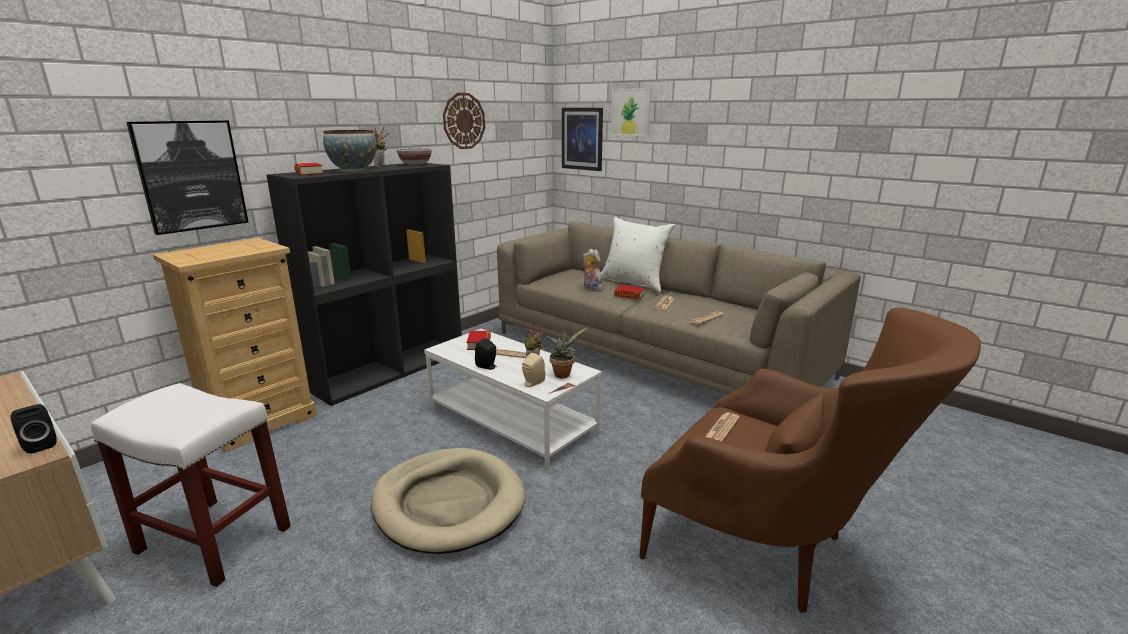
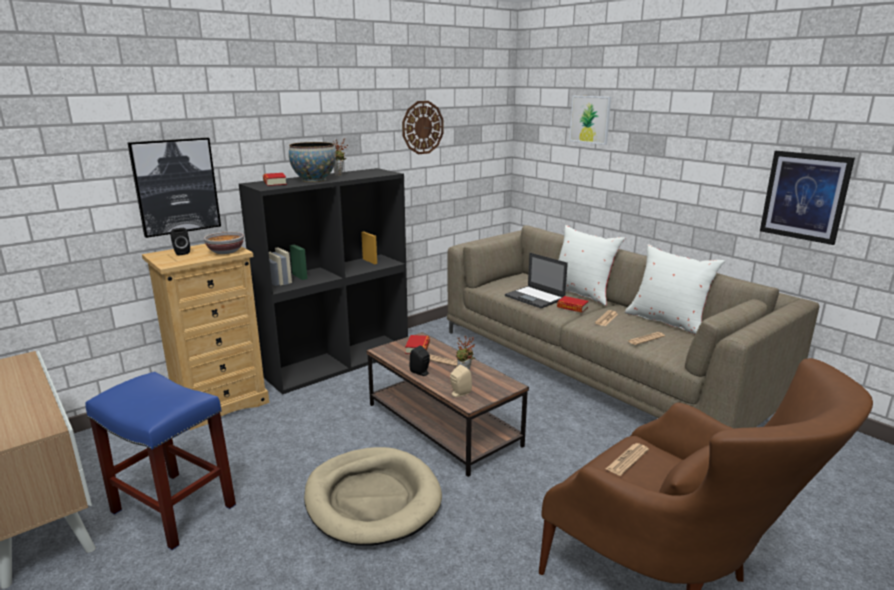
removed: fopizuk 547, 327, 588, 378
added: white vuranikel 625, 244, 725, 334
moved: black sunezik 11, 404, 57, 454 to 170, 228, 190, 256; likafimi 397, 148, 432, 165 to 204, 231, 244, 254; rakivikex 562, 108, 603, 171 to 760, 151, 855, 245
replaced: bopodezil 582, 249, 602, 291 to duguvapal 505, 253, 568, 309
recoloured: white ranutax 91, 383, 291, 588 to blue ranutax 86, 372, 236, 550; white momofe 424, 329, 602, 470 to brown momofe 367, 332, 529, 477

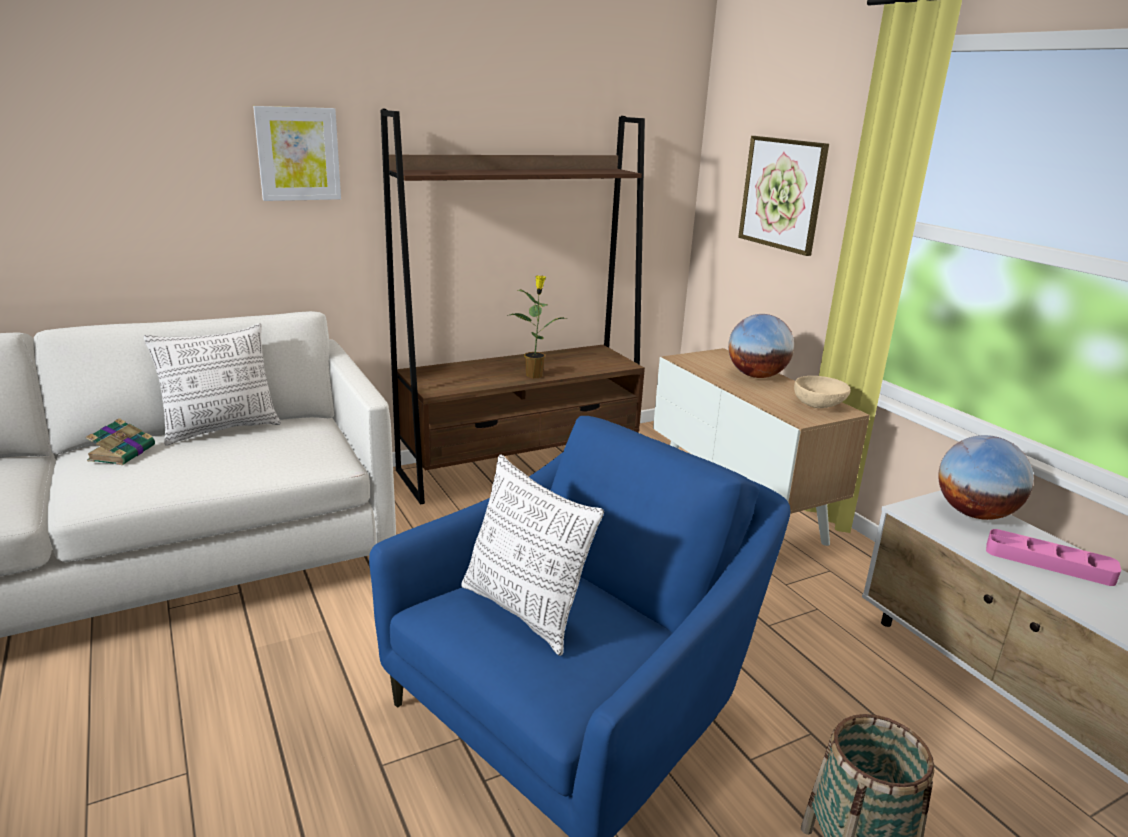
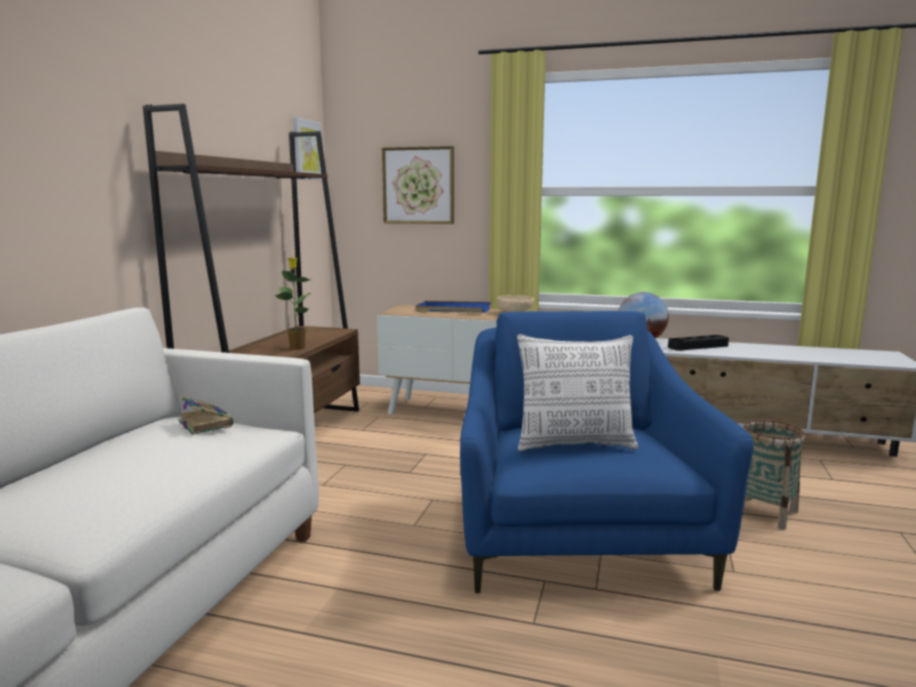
removed: vuranikel 144, 323, 281, 445
moved: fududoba 86, 418, 155, 465 to 179, 396, 234, 435; rakivikex 253, 106, 341, 201 to 293, 117, 322, 180
replaced: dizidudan 728, 314, 794, 378 to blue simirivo 415, 301, 491, 313
recoloured: pink simirivo 986, 529, 1121, 586 to black simirivo 668, 335, 729, 351

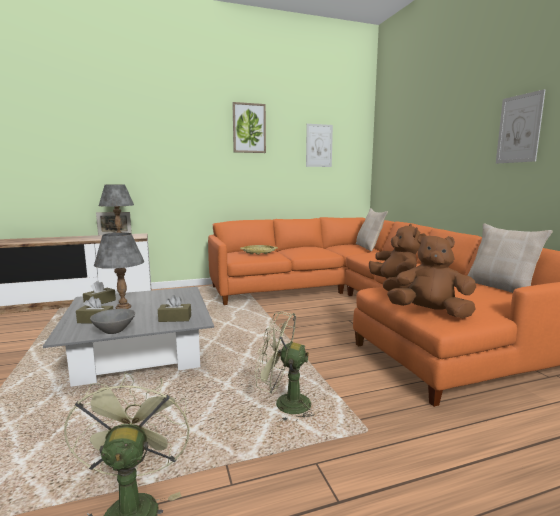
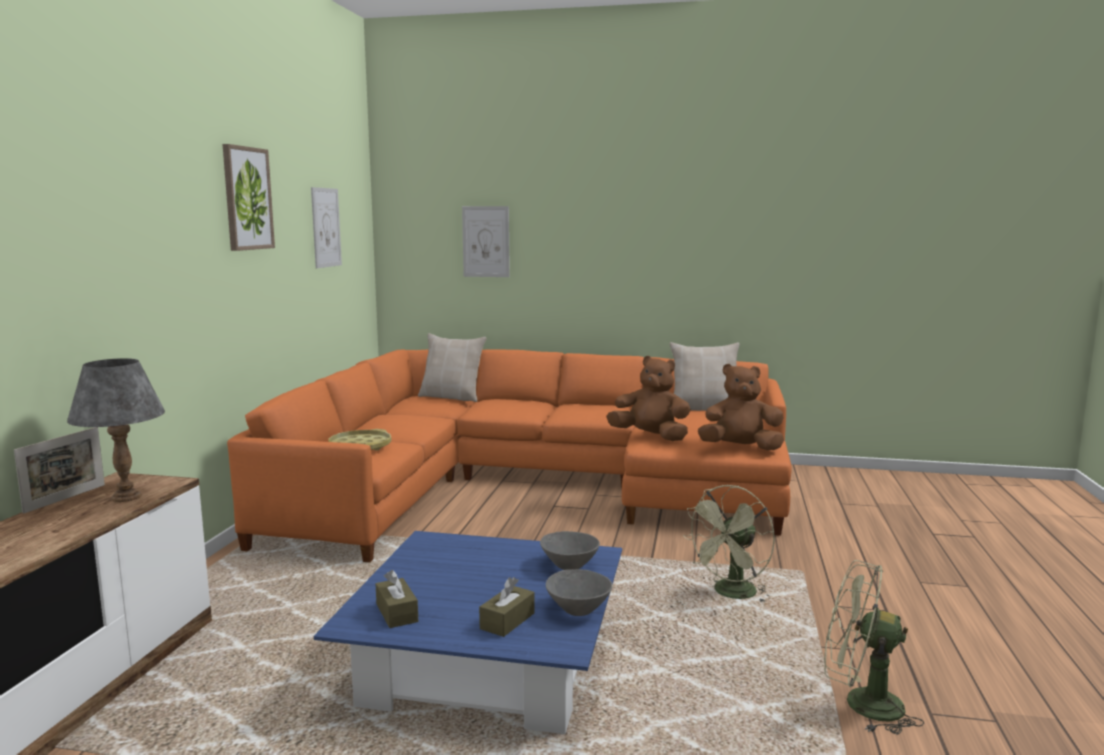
removed: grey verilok 94, 233, 144, 309
moved: rakivikex 496, 89, 546, 164 to 462, 206, 510, 277
replaced: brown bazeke 158, 295, 191, 322 to grey likafimi 540, 531, 600, 570
recoloured: grey momofe 43, 287, 214, 387 to blue momofe 314, 531, 622, 734
turned: brown bopodezil 387, 233, 476, 318 = 698, 364, 784, 450 45 degrees clockwise

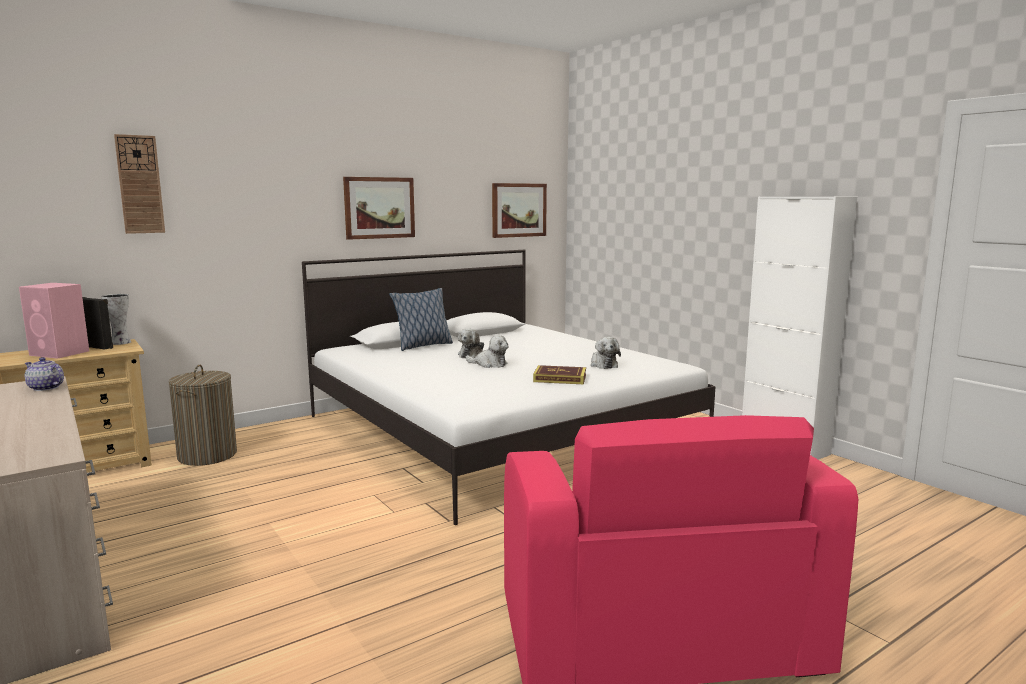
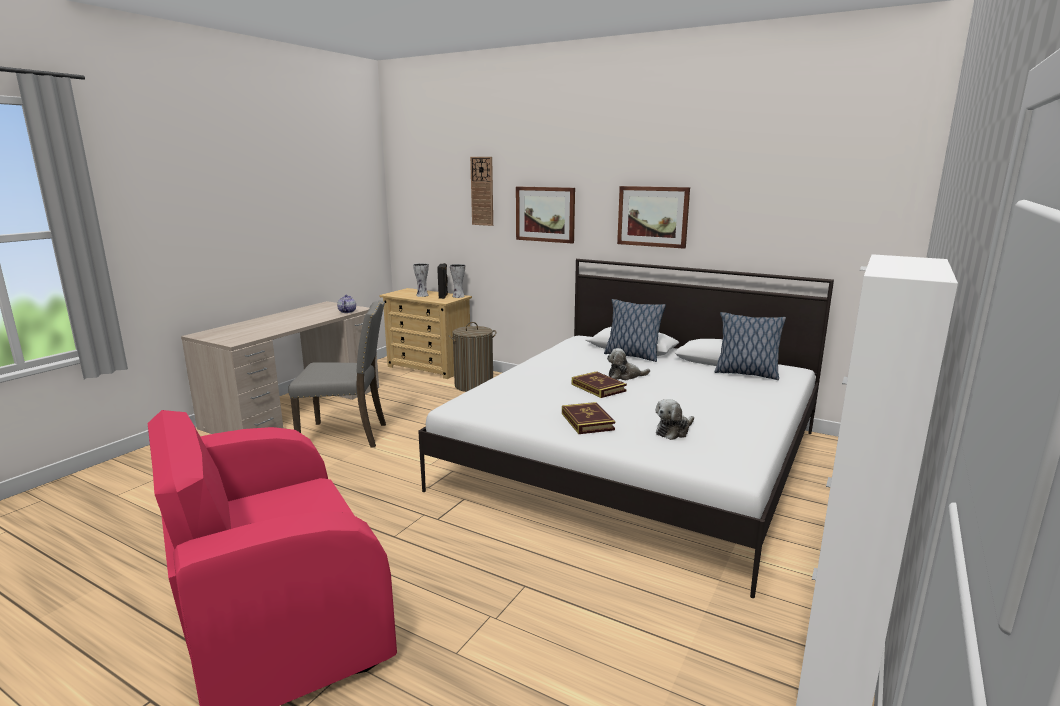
added: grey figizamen 288, 300, 386, 448; vuranikel 715, 312, 786, 380
moved: rakivikex 492, 183, 547, 238 to 516, 187, 575, 243
replaced: pink sunezik 19, 283, 89, 359 to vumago 413, 263, 429, 297; bopodezil 466, 335, 508, 368 to fududoba 572, 371, 627, 398

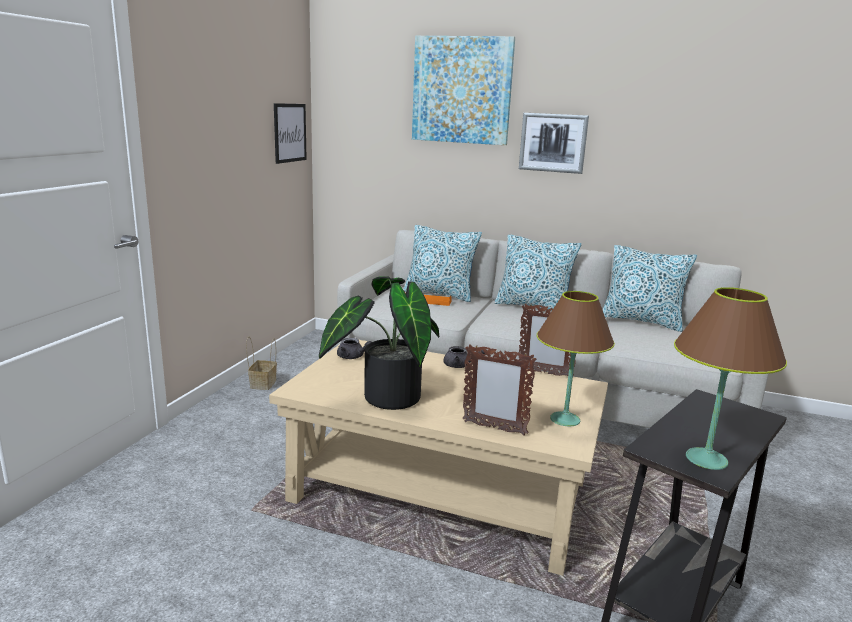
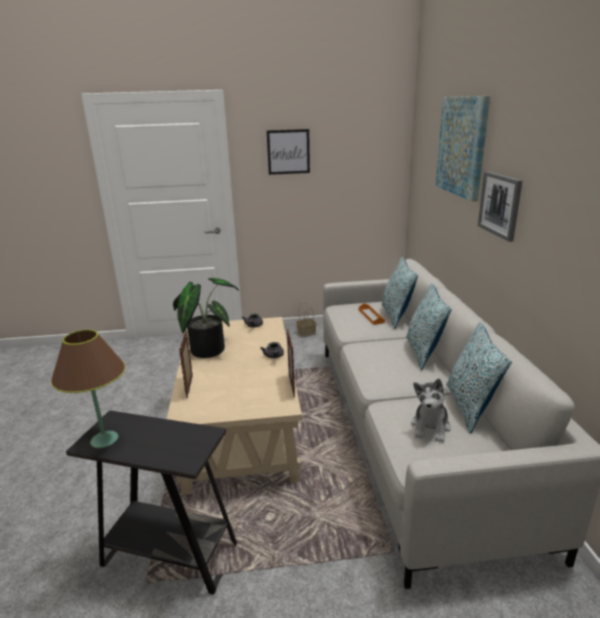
removed: brown verilok 537, 291, 615, 426
added: bopodezil 411, 379, 451, 442
moved: rakivikex 274, 103, 307, 164 to 267, 129, 310, 175

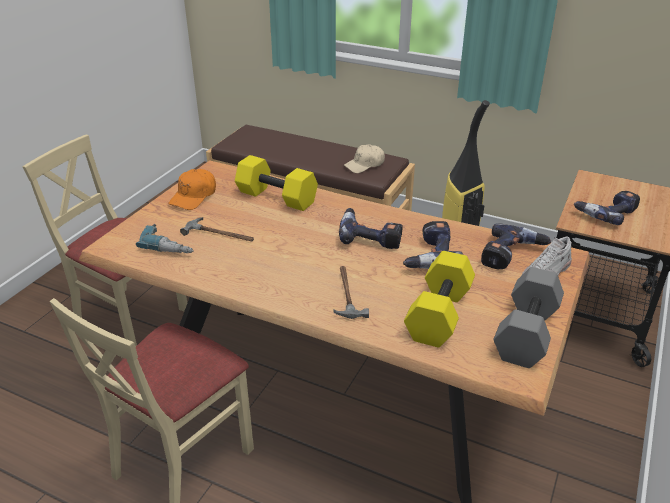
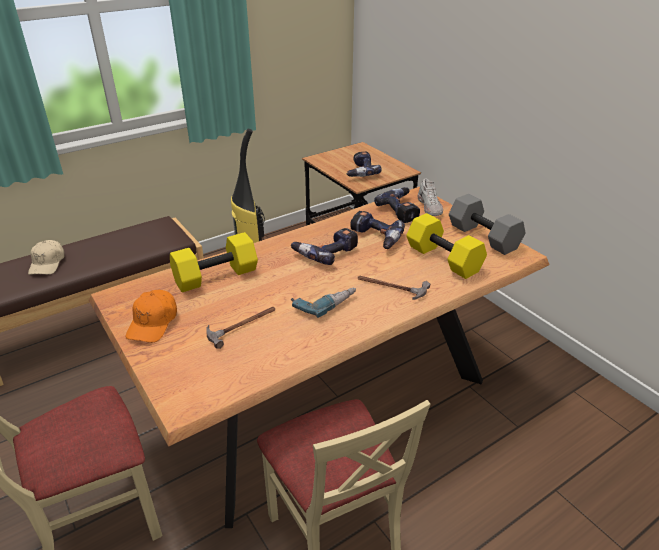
moved: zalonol 136, 224, 194, 253 to 291, 287, 356, 318; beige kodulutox 344, 144, 385, 173 to 28, 240, 65, 275
turned: orange kodulutox 168, 169, 216, 210 = 126, 290, 177, 343 45 degrees clockwise

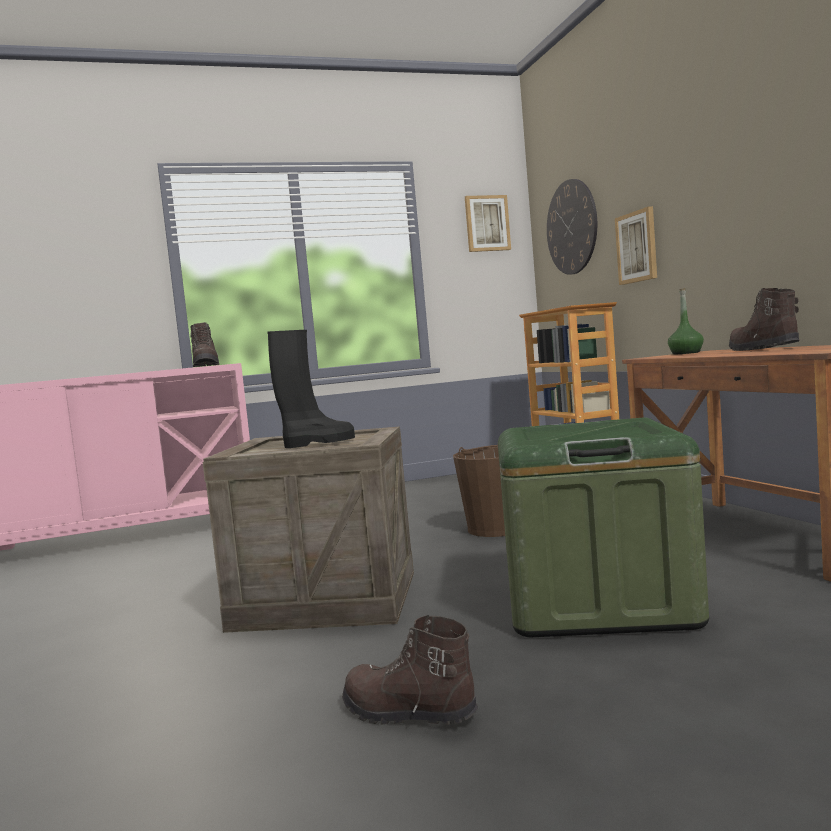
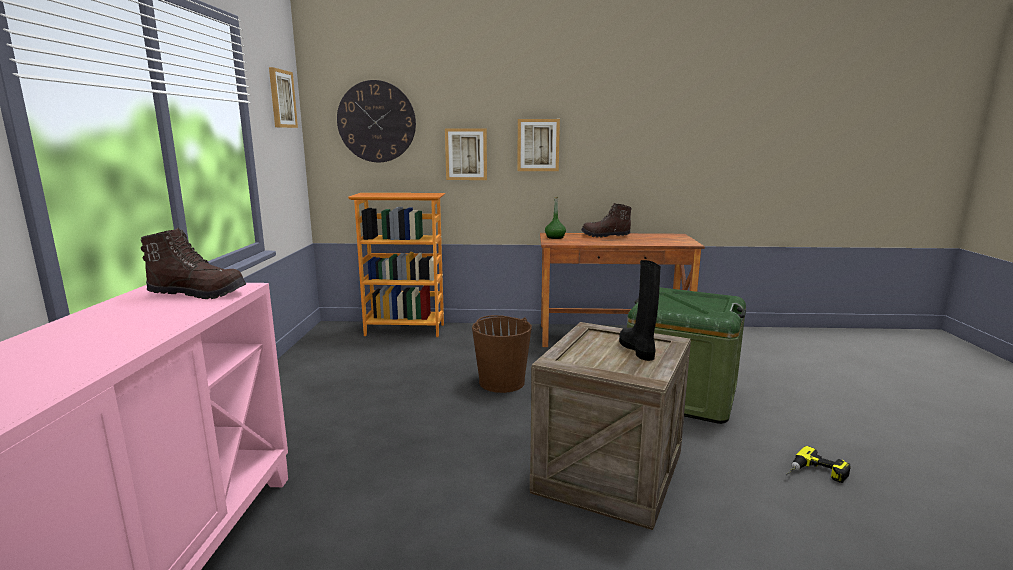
added: rakivikex 517, 119, 560, 171
replaced: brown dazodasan 342, 615, 478, 725 to zalonol 785, 446, 850, 483

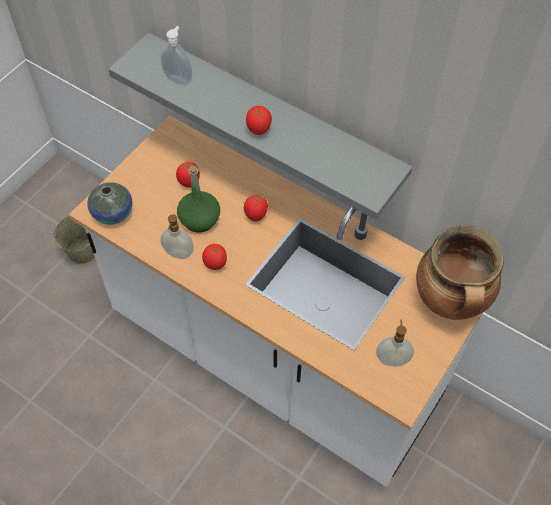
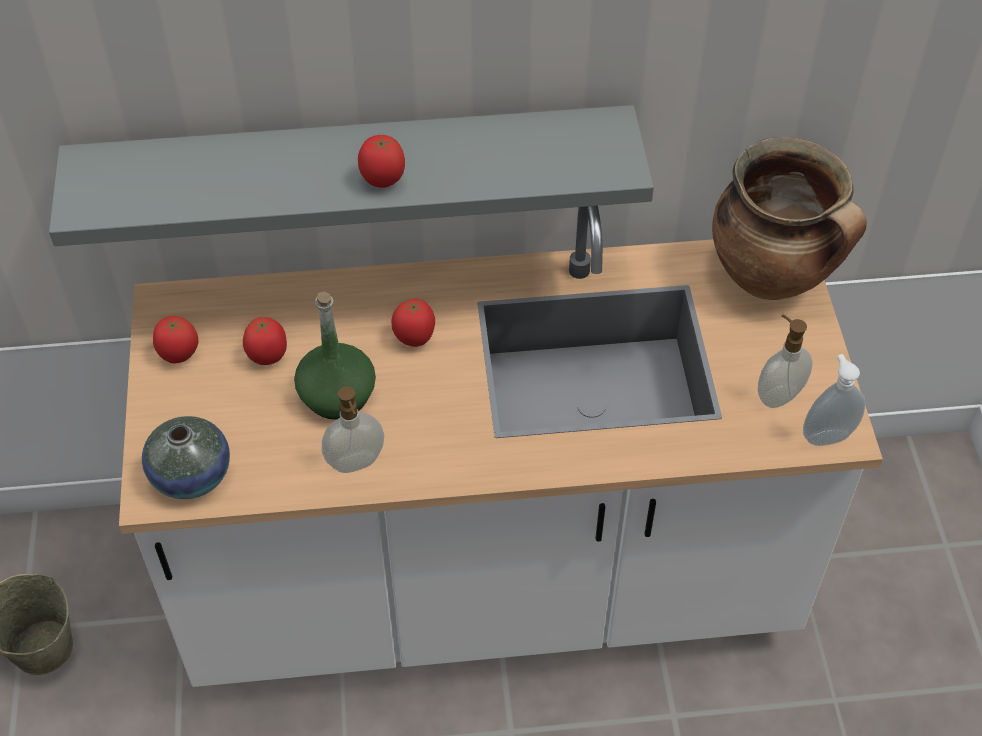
moved: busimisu 161, 26, 193, 85 to 803, 354, 865, 446; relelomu 202, 244, 227, 270 to 153, 316, 198, 363

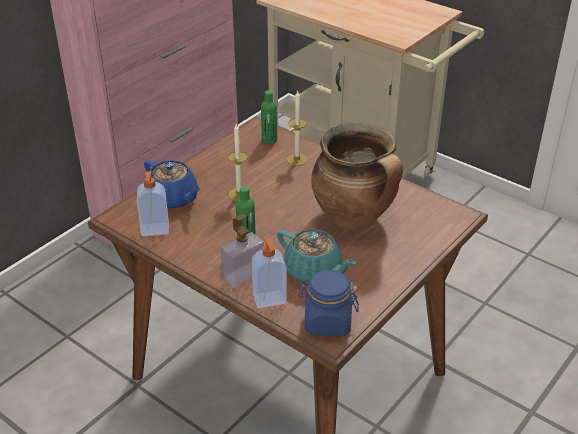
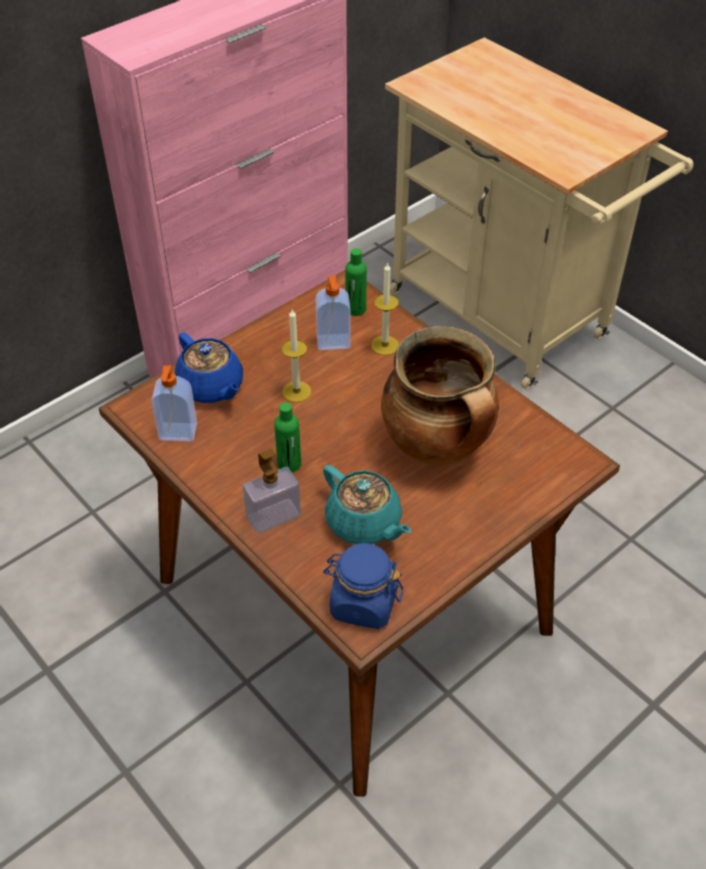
moved: busimisu 252, 238, 287, 308 to 315, 276, 351, 350

